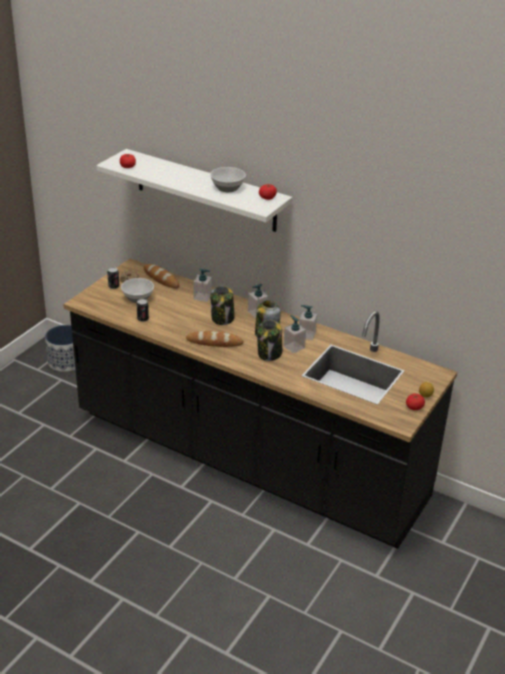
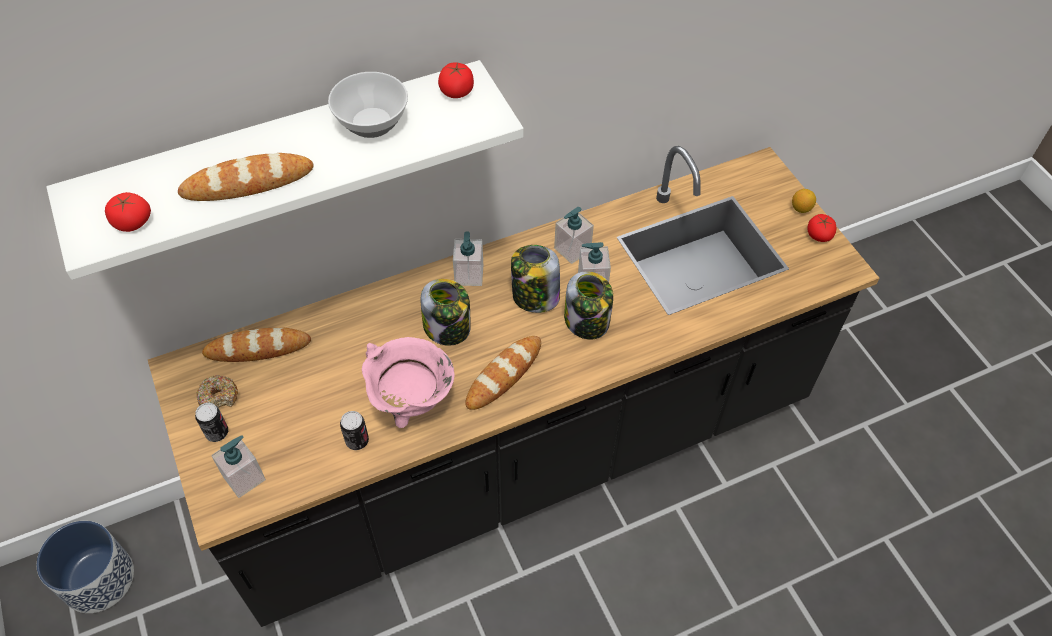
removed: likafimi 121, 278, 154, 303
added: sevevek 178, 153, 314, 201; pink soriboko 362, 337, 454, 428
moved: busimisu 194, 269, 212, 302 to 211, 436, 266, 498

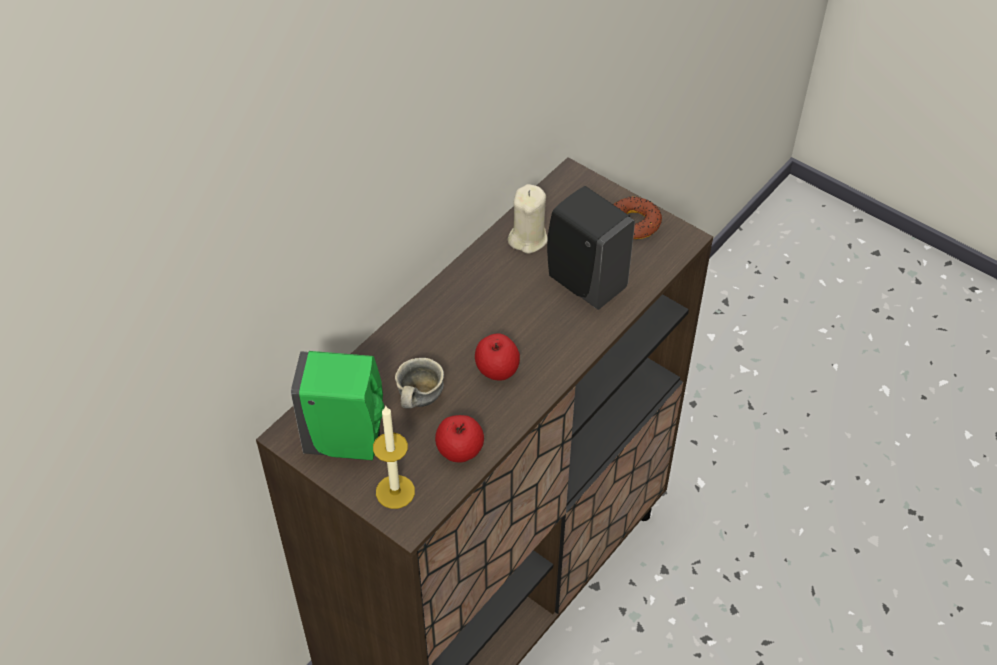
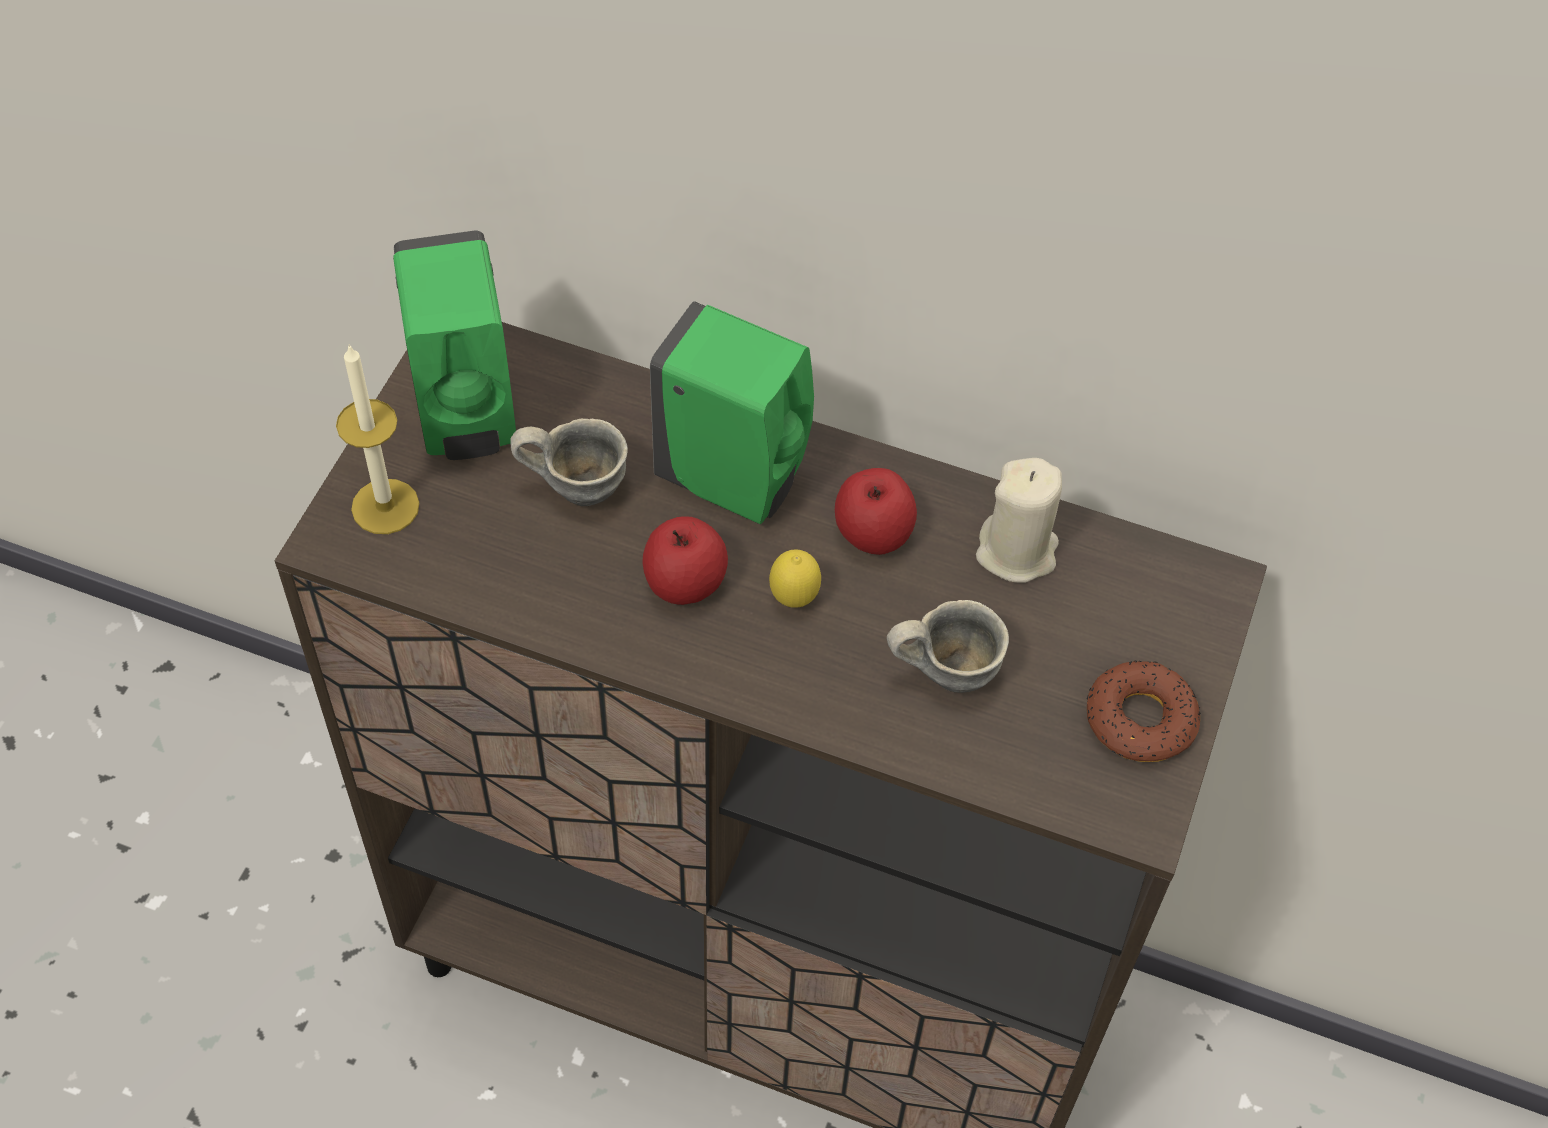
added: green busimisu 650, 301, 814, 524; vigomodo 769, 549, 821, 608
moved: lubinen 435, 415, 484, 463 to 835, 468, 917, 555
replaced: black busimisu 547, 186, 635, 310 to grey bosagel 887, 600, 1009, 693

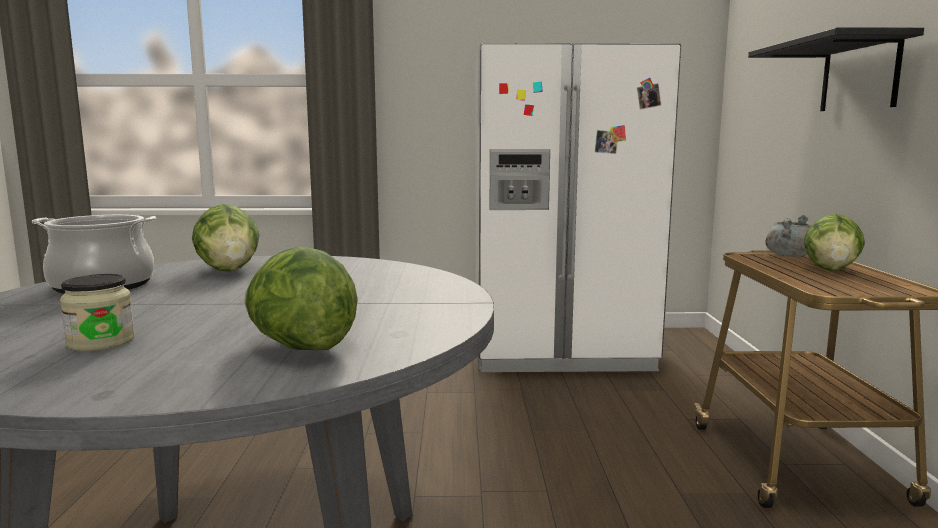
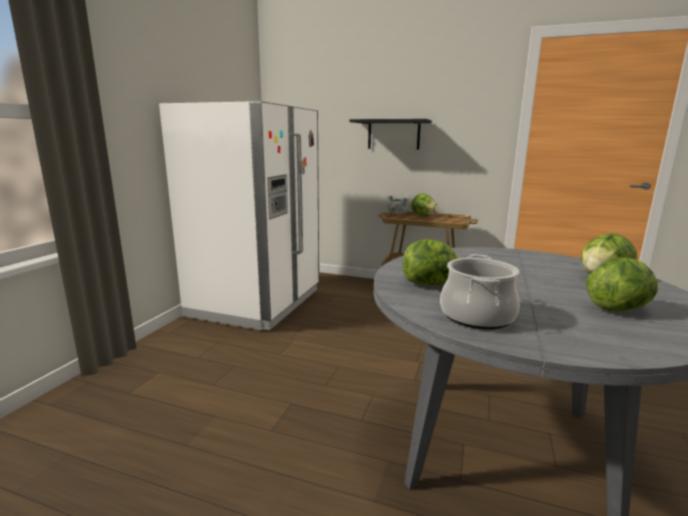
replaced: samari 60, 274, 135, 351 to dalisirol 586, 258, 658, 311

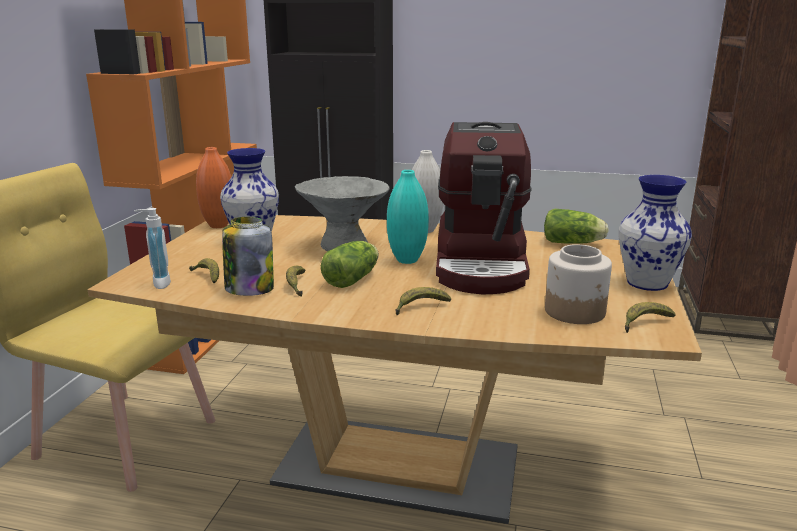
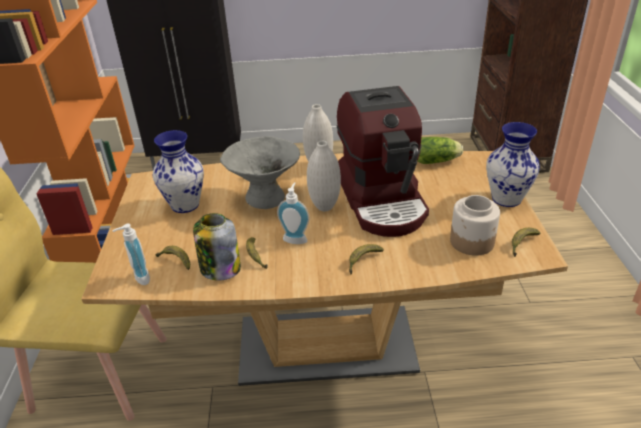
removed: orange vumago 196, 147, 231, 228
replaced: dalisirol 321, 241, 379, 288 to busimisu 277, 182, 309, 244
recoloured: turquoise vumago 387, 170, 429, 264 to white vumago 307, 141, 341, 211

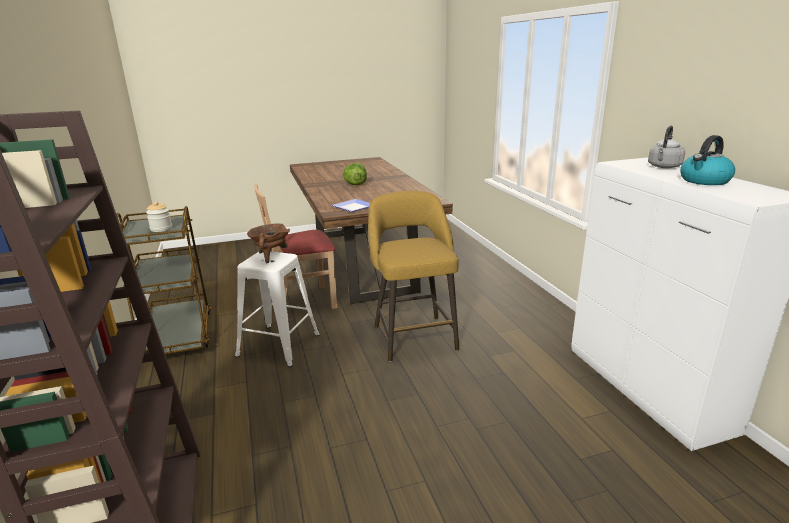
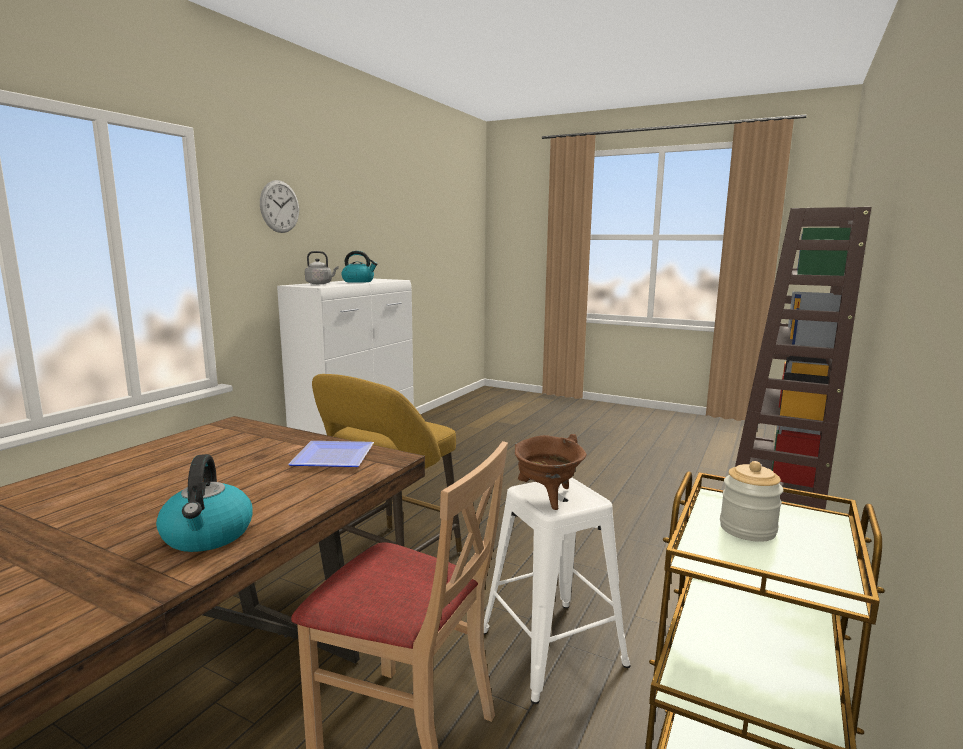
removed: dalisirol 343, 163, 367, 185
added: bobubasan 156, 454, 253, 552; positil 260, 180, 299, 233

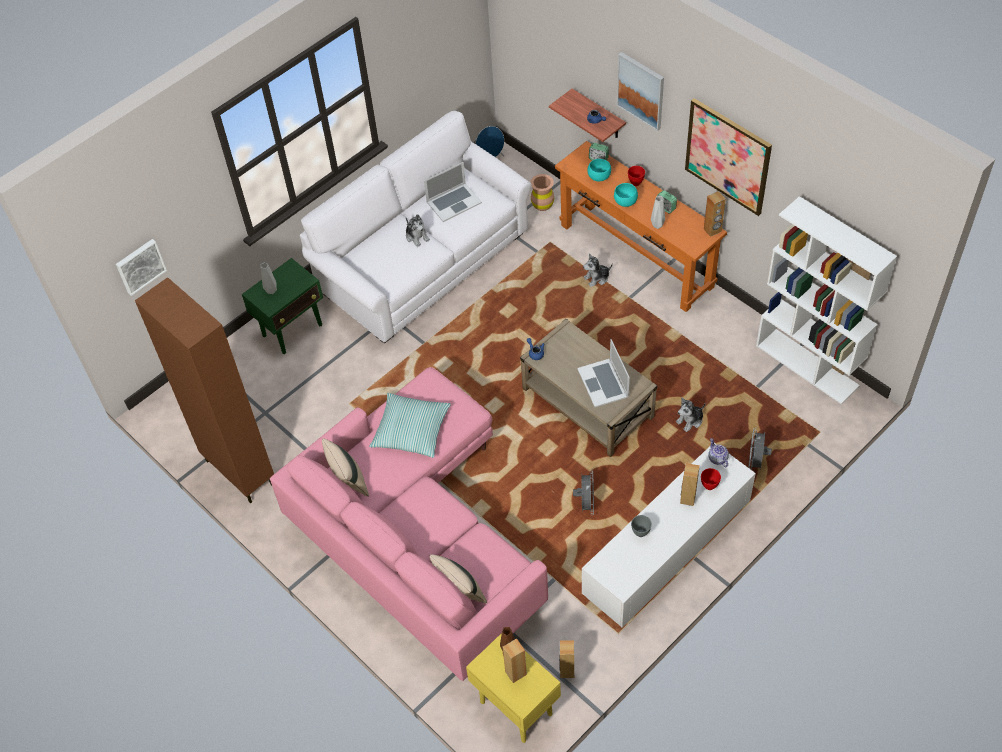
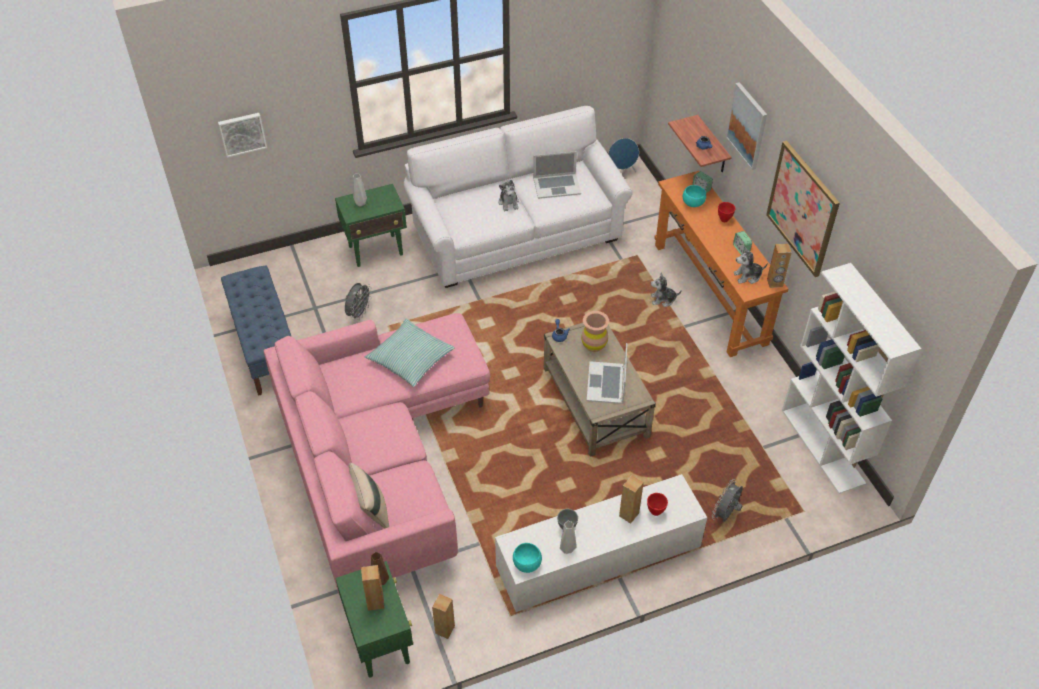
removed: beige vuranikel 322, 439, 369, 497; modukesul 708, 438, 729, 467
moved: brown vumago 530, 174, 554, 211 to 581, 311, 609, 352; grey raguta 573, 470, 594, 515 to 345, 283, 372, 320; turquoise likafimi 614, 183, 638, 207 to 513, 543, 542, 573; grey vumago 651, 196, 665, 229 to 560, 520, 577, 554; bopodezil 676, 398, 705, 432 to 733, 247, 768, 284
replaced: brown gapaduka 135, 277, 274, 503 to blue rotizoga 221, 265, 292, 396
recoloured: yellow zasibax 466, 633, 561, 743 to green zasibax 335, 561, 413, 677

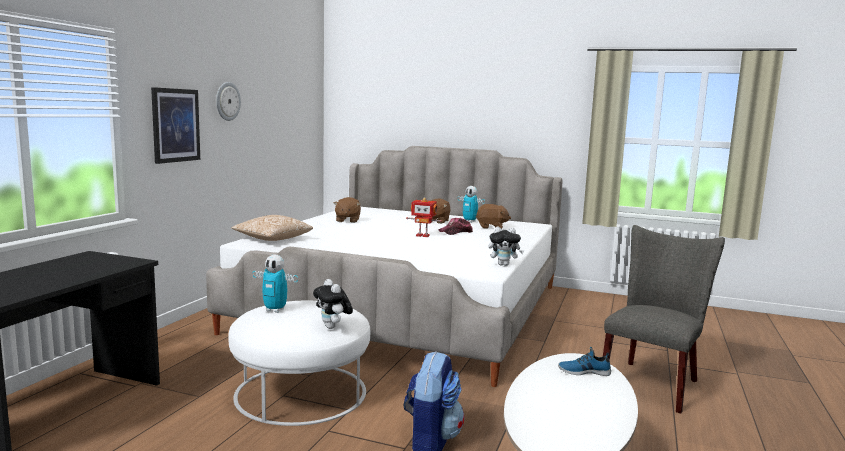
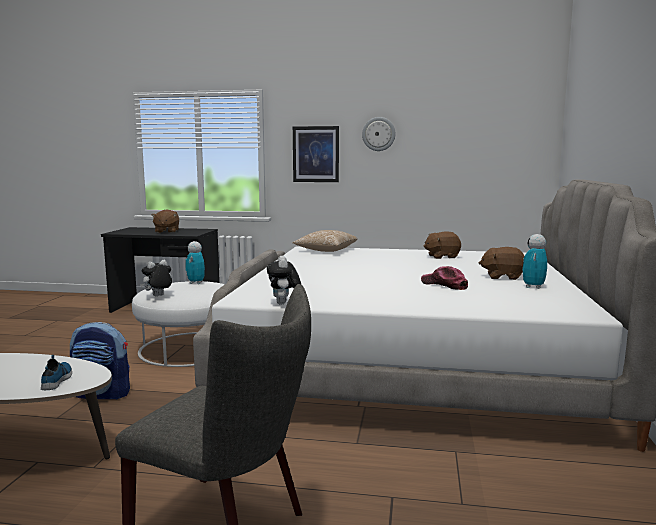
removed: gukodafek 406, 198, 442, 237
moved: brown bopodezil 476, 204, 511, 229 to 151, 210, 179, 233

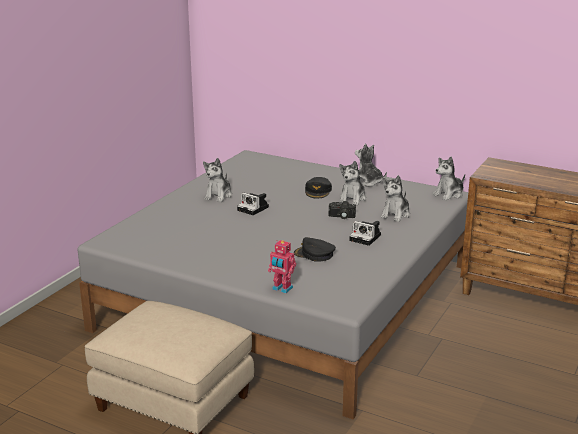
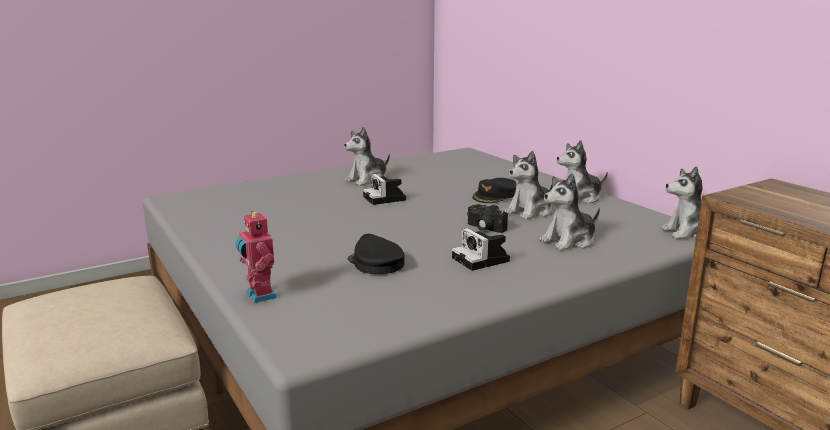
turned: bopodezil 355, 143, 387, 187 = 557, 140, 608, 204 90 degrees counterclockwise

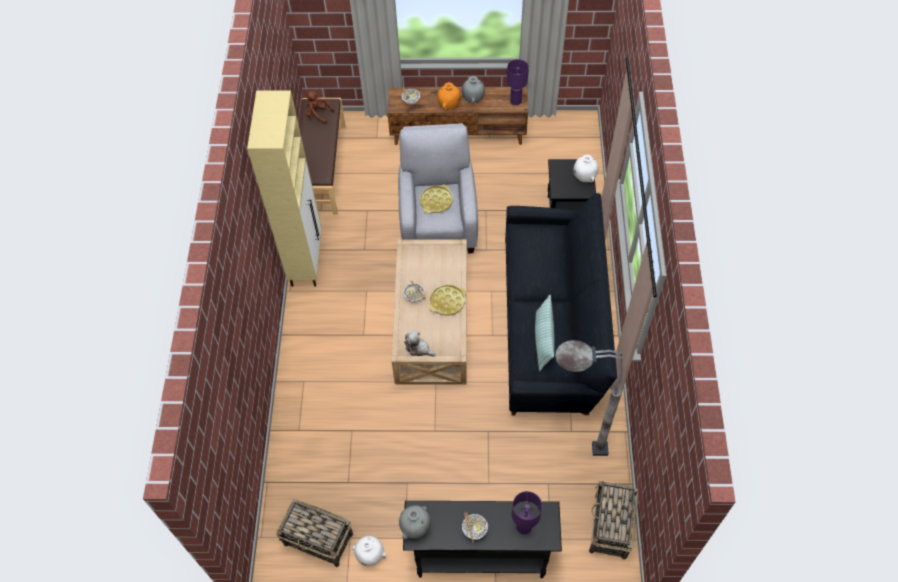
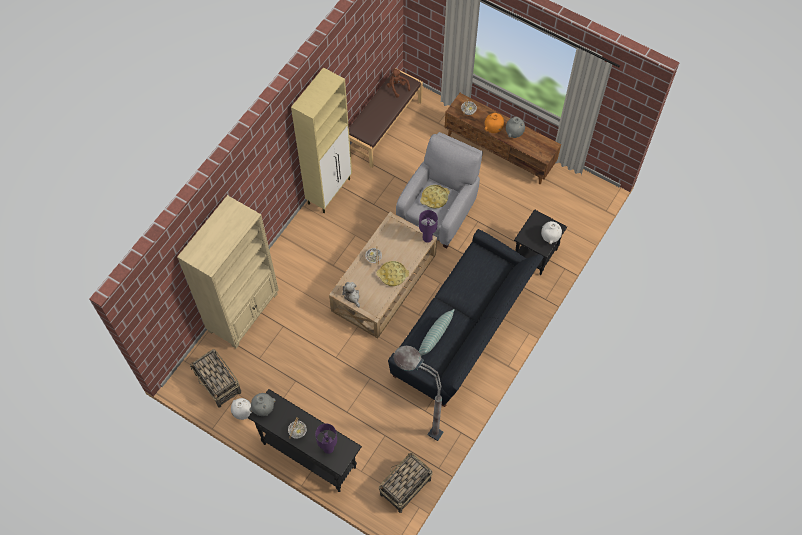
added: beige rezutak 177, 195, 279, 348
moved: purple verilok 507, 59, 529, 105 to 419, 210, 438, 243

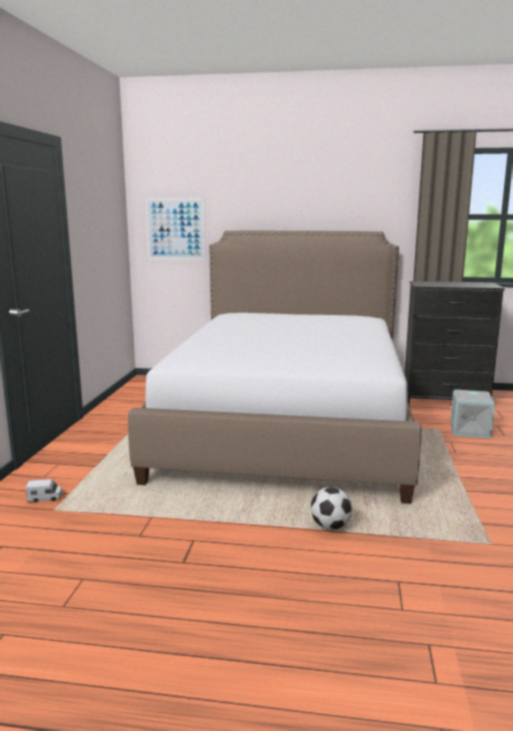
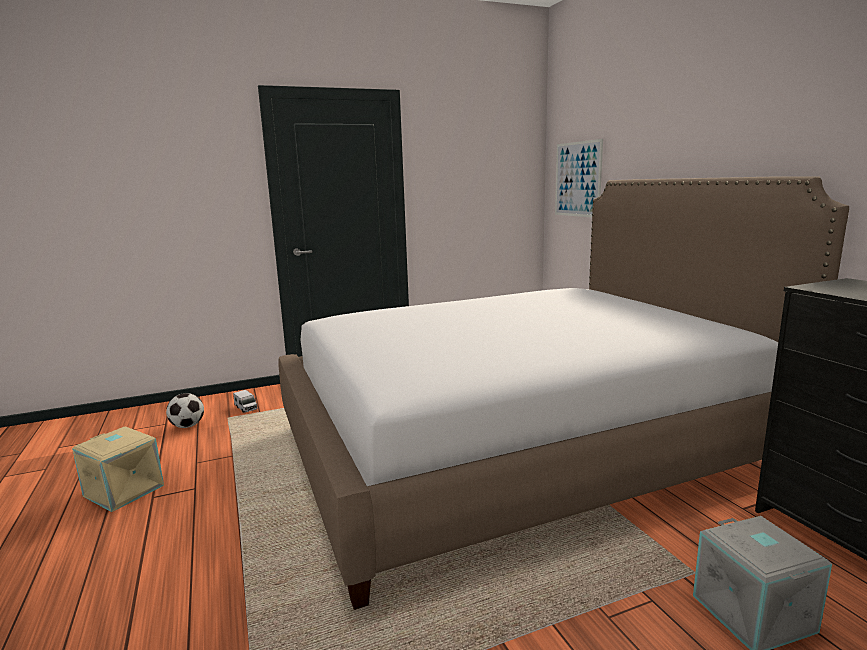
added: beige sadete 72, 426, 164, 512
moved: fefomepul 310, 487, 353, 530 to 166, 393, 204, 428

